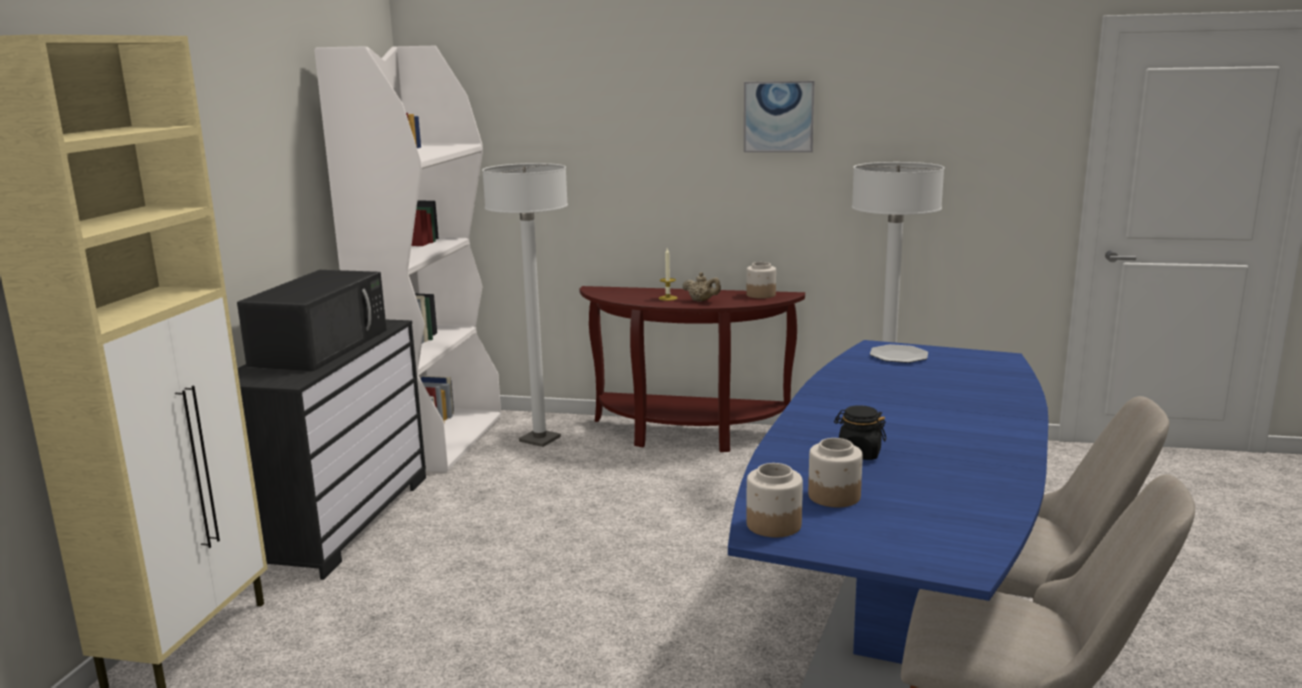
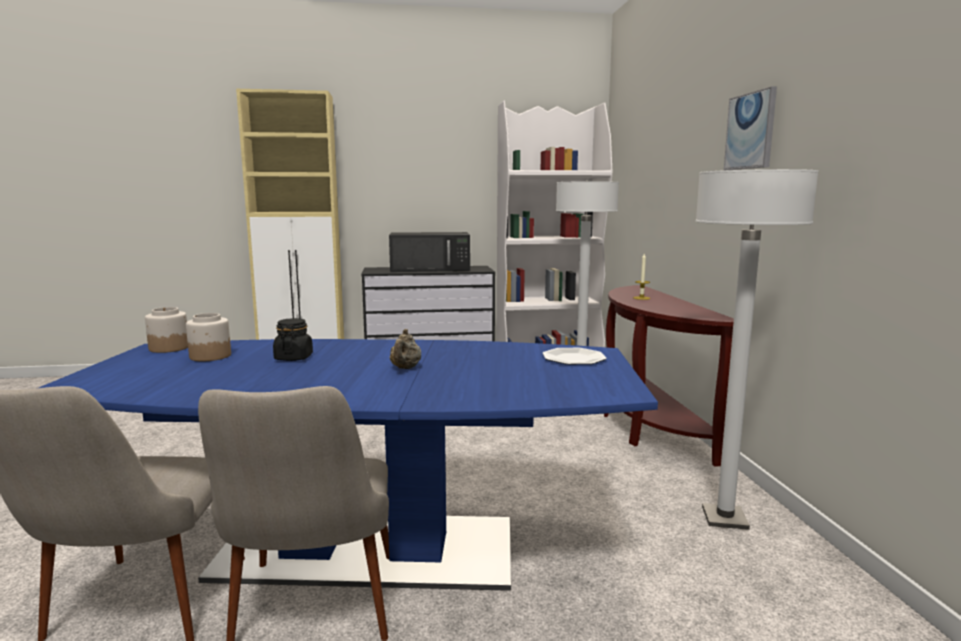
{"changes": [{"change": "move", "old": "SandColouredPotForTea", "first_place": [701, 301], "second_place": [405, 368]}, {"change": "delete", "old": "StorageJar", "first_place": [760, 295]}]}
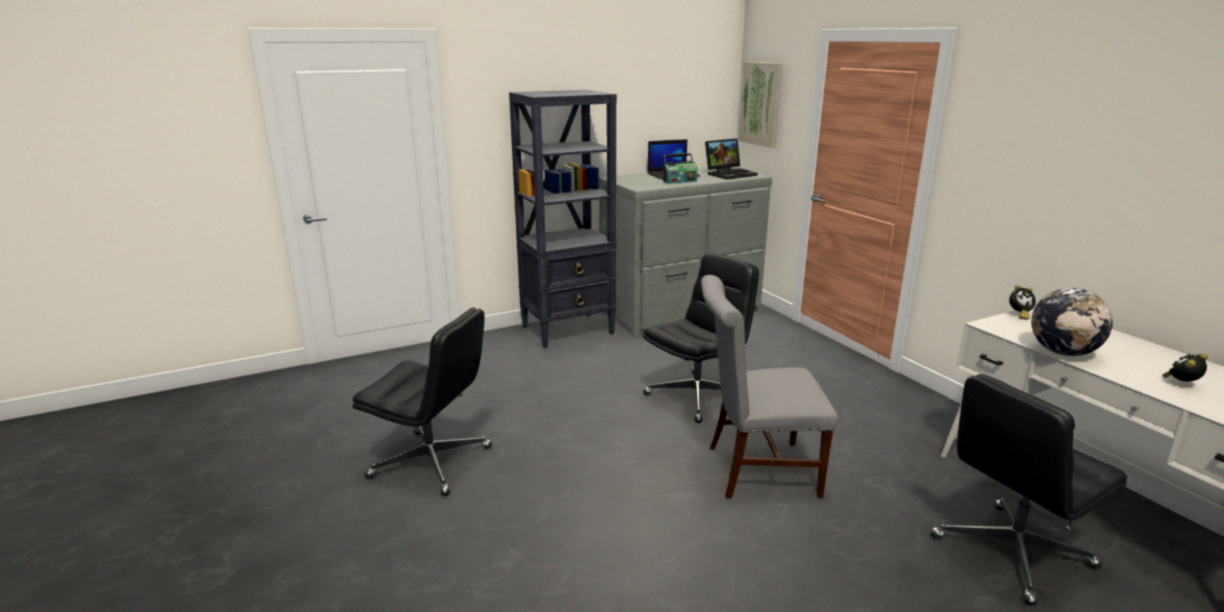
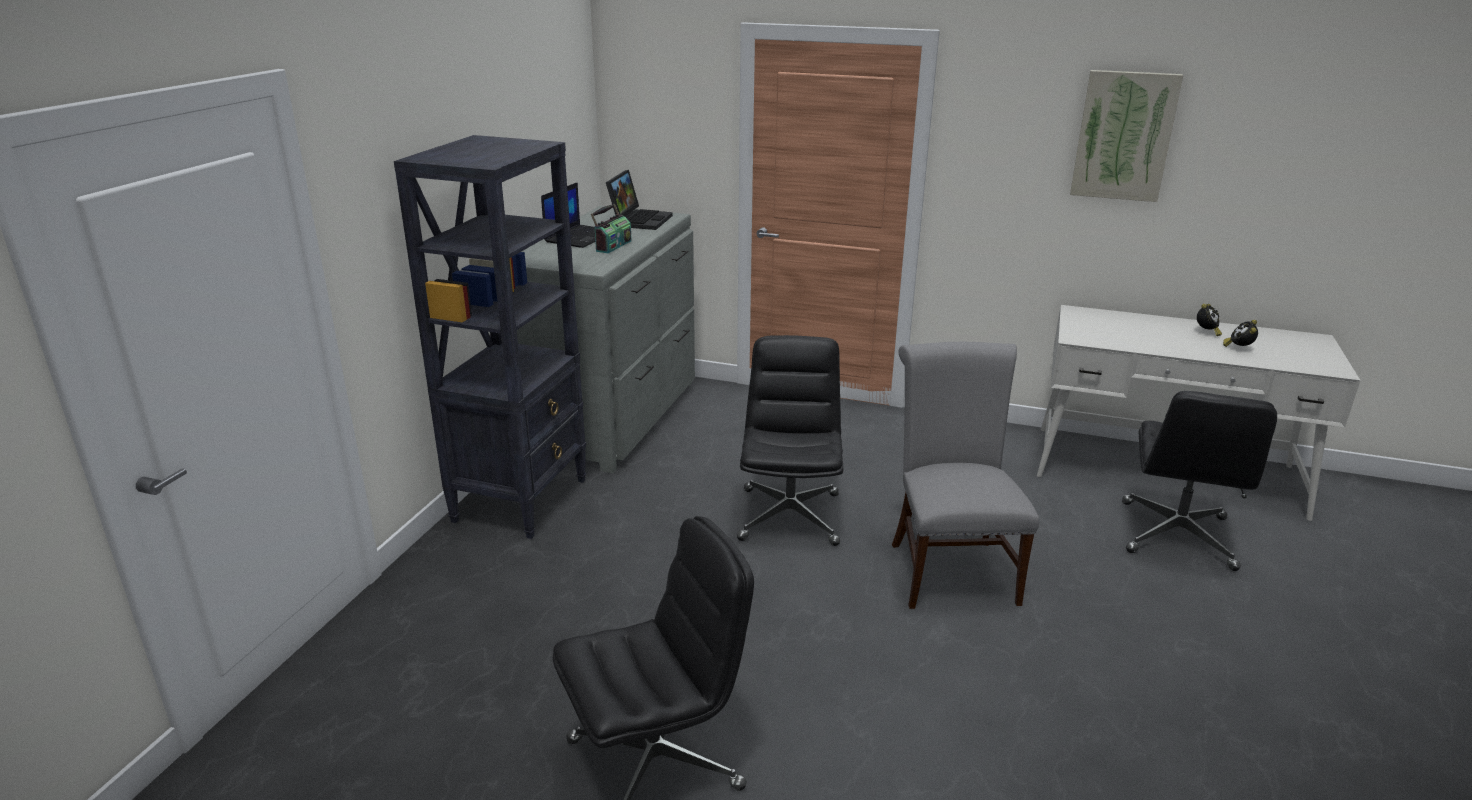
{"changes": [{"change": "rotate", "old": "GrayUprightChair", "first_place": [754, 470], "second_place": [949, 568], "degrees": 135}, {"change": "move", "old": "WallArt", "first_place": [761, 104], "second_place": [1124, 136]}, {"change": "move", "old": "TableClock", "first_place": [1018, 315], "second_place": [1206, 332]}, {"change": "delete", "old": "Globe", "first_place": [1062, 352]}]}
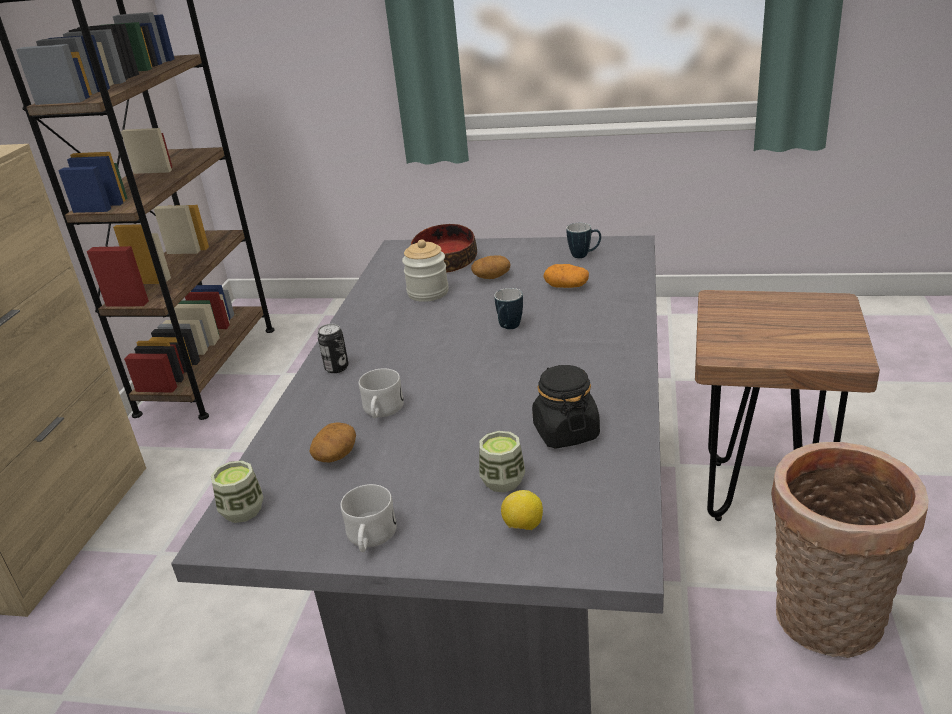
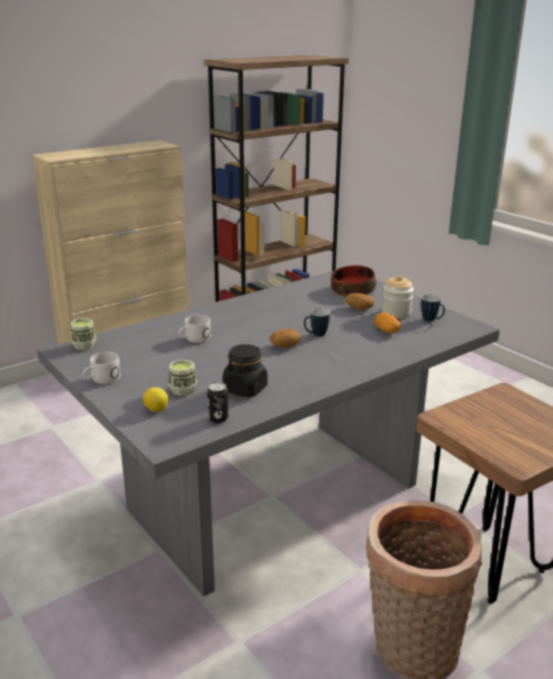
{"changes": [{"change": "move", "old": "Can", "first_place": [336, 368], "second_place": [218, 418]}, {"change": "move", "old": "WholePotato", "first_place": [336, 455], "second_place": [285, 346]}, {"change": "move", "old": "StorageJar", "first_place": [428, 293], "second_place": [396, 313]}]}
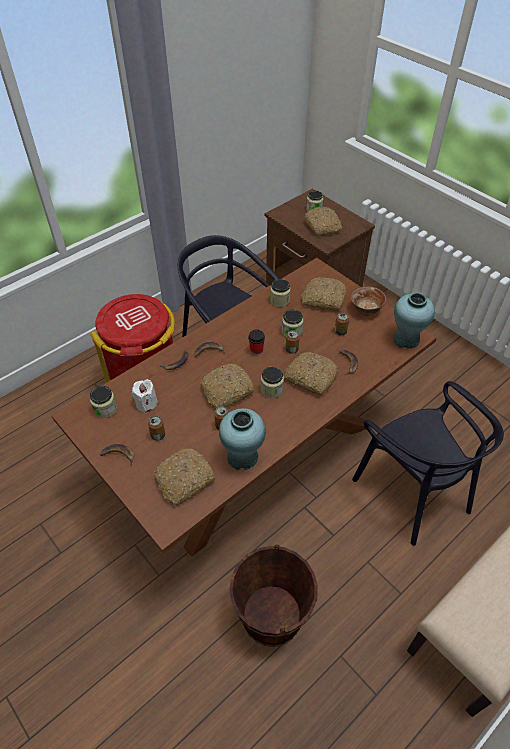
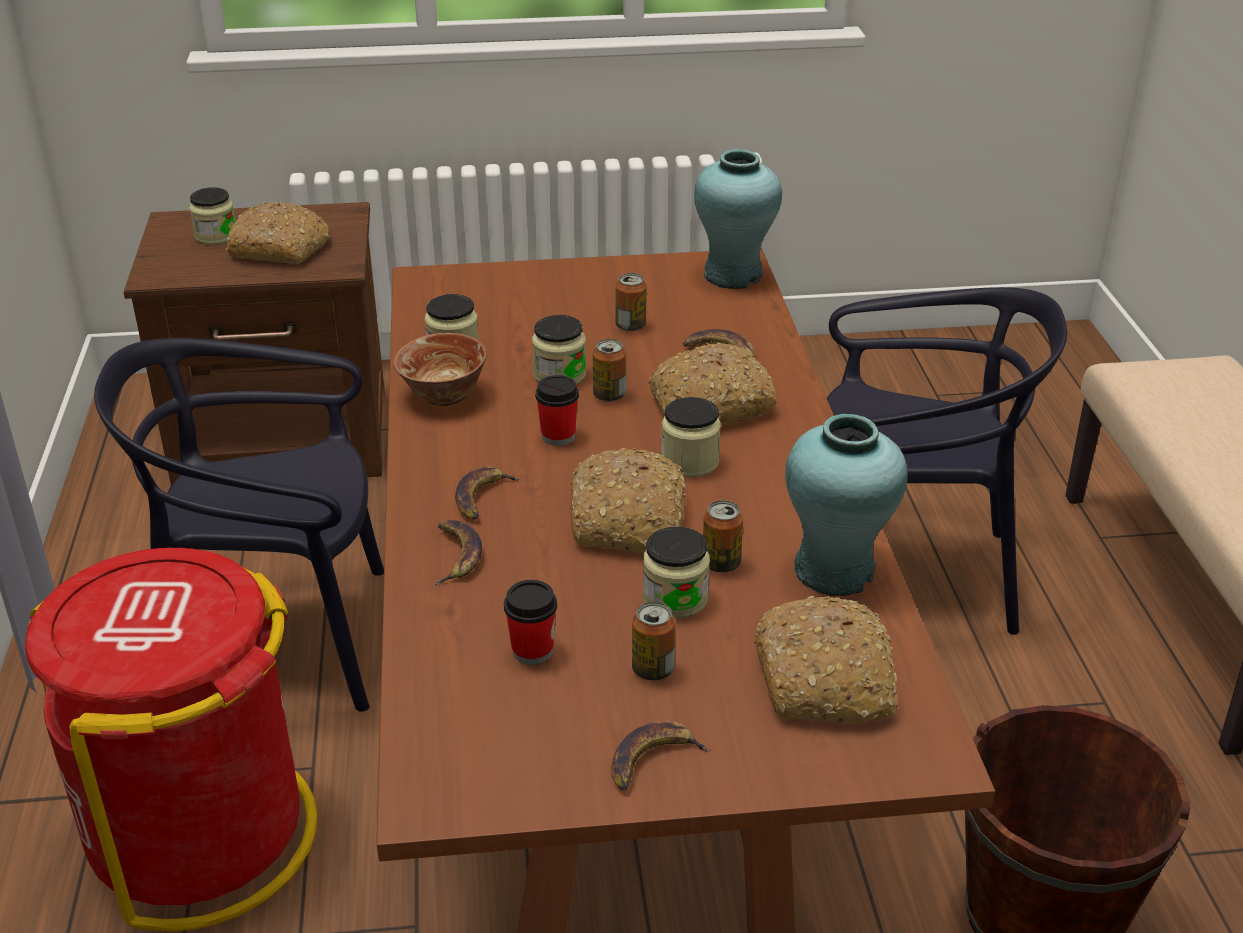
{"changes": [{"change": "move", "old": "ServingBowl", "first_place": [366, 310], "second_place": [444, 396]}, {"change": "replace", "old": "WhitishWaxLight", "new": "SmallCup", "first_place": [146, 403], "second_place": [532, 651]}, {"change": "move", "old": "StorageJar", "first_place": [105, 409], "second_place": [675, 599]}, {"change": "delete", "old": "BakeryBread", "first_place": [323, 299]}]}
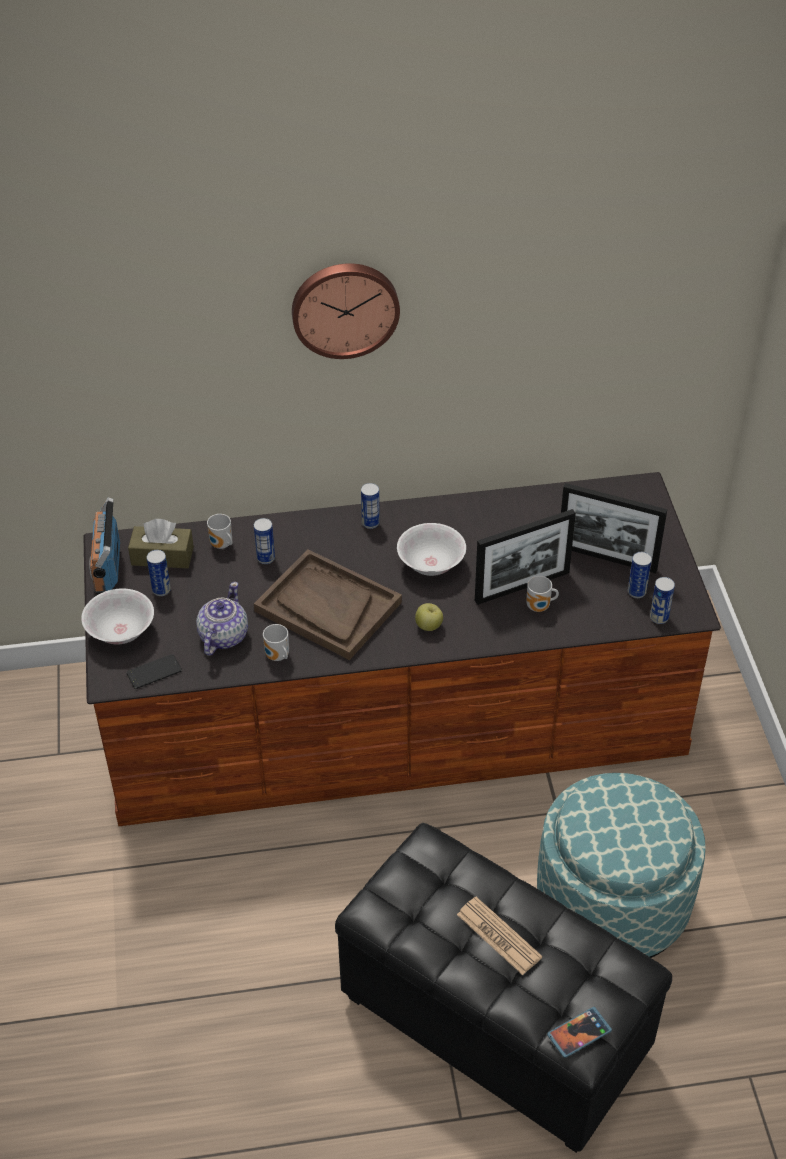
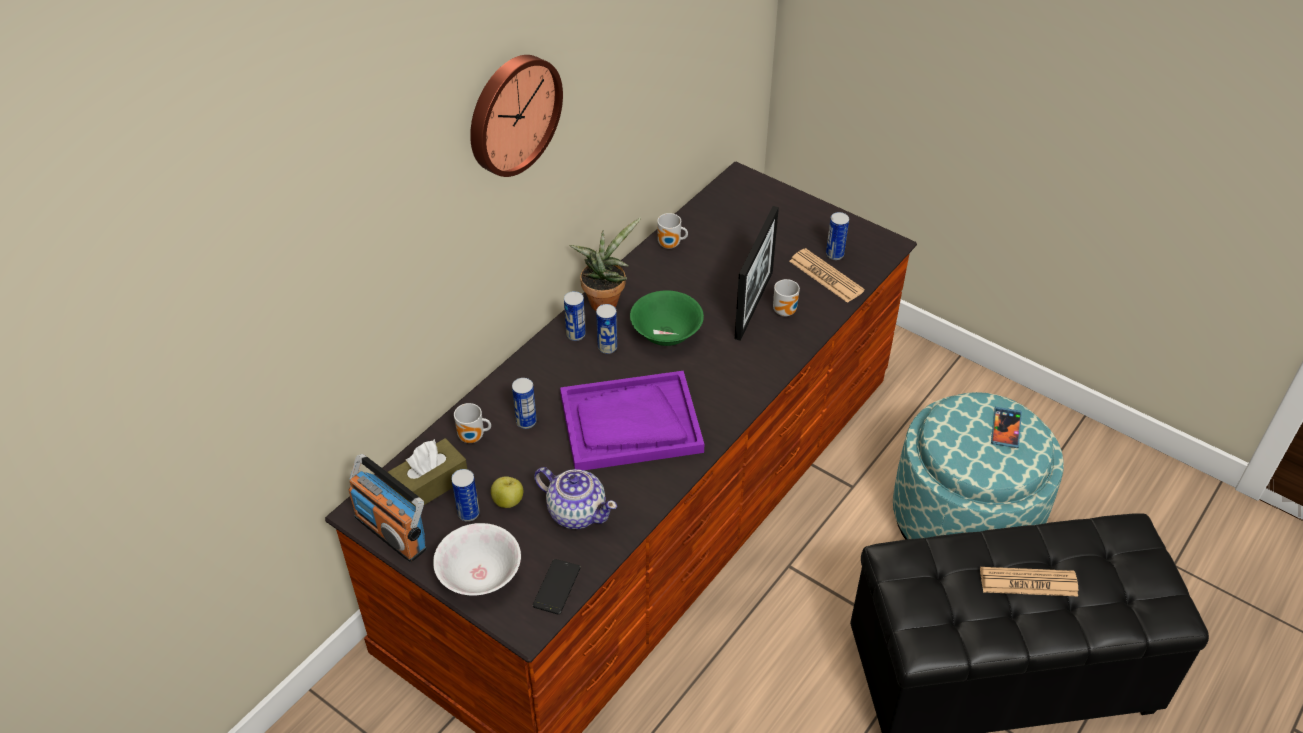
{"changes": [{"change": "move", "old": "WholeApple", "first_place": [428, 626], "second_place": [508, 501]}, {"change": "rotate", "old": "PotForTea", "first_place": [223, 637], "second_place": [576, 512], "degrees": 150}, {"change": "recolor", "old": "BrownishCarryingTray", "new": "PurpleColouredCarryingTray", "first_place": [327, 607], "second_place": [630, 424]}, {"change": "insert", "new": "Houseplant", "second_place": [605, 300]}, {"change": "move", "old": "Can", "first_place": [659, 617], "second_place": [607, 347]}, {"change": "recolor", "old": "WhitishServingBowl", "new": "GreenishServingBowl", "first_place": [431, 564], "second_place": [666, 334]}, {"change": "move", "old": "TeaMug", "first_place": [277, 657], "second_place": [670, 245]}, {"change": "insert", "new": "Newspaper", "second_place": [826, 276]}, {"change": "move", "old": "Handset", "first_place": [579, 1033], "second_place": [1005, 428]}, {"change": "delete", "old": "PictureFrame", "first_place": [607, 558]}]}
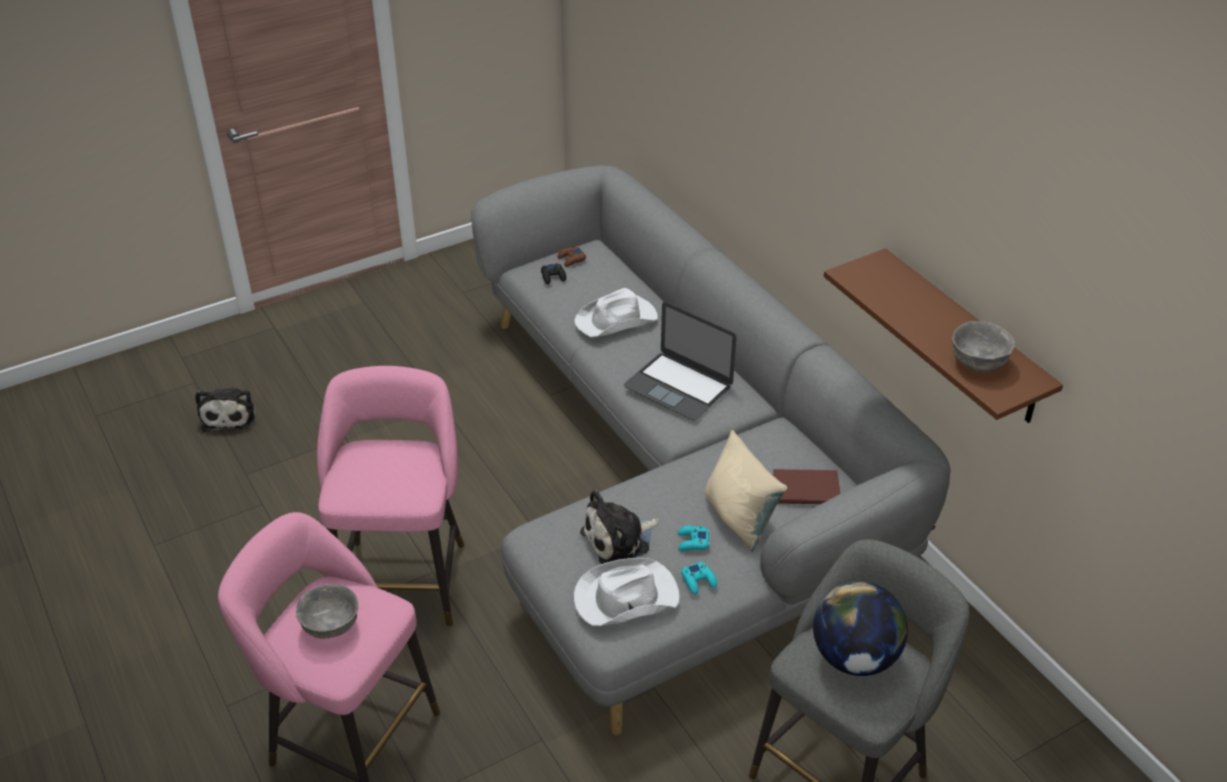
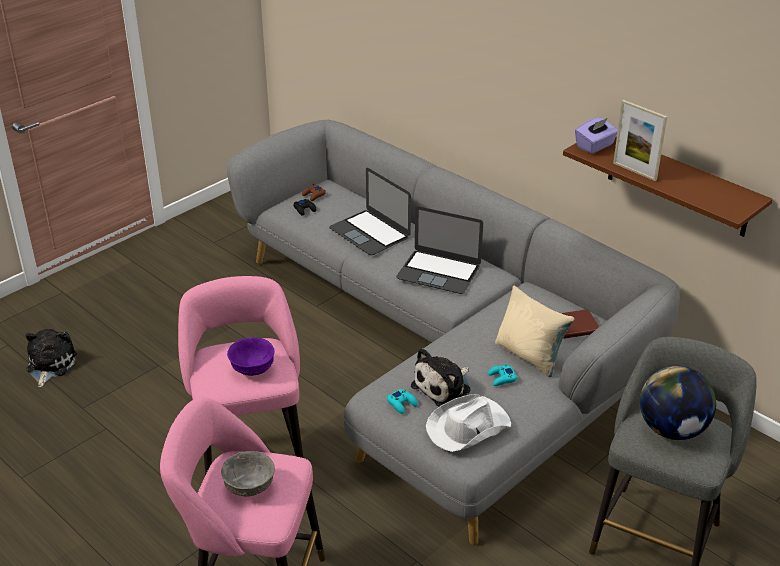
{"changes": [{"change": "rotate", "old": "CuddlyToy", "first_place": [229, 415], "second_place": [50, 365], "degrees": -150}, {"change": "insert", "new": "PurpleColouredServingBowl", "second_place": [252, 368]}, {"change": "replace", "old": "WhitishClothingHat", "new": "PortableComputer", "first_place": [617, 320], "second_place": [369, 232]}, {"change": "move", "old": "BlueGreenJoypad", "first_place": [699, 581], "second_place": [402, 404]}, {"change": "insert", "new": "PurpleColouredTissueBox", "second_place": [595, 146]}, {"change": "insert", "new": "PictureFrame", "second_place": [634, 171]}, {"change": "delete", "old": "GrayServingBowl", "first_place": [979, 362]}]}
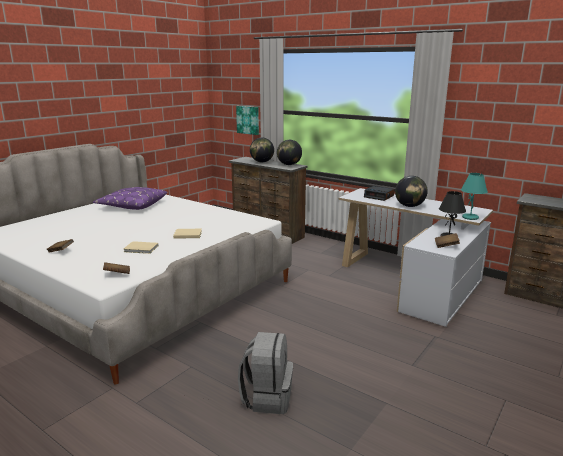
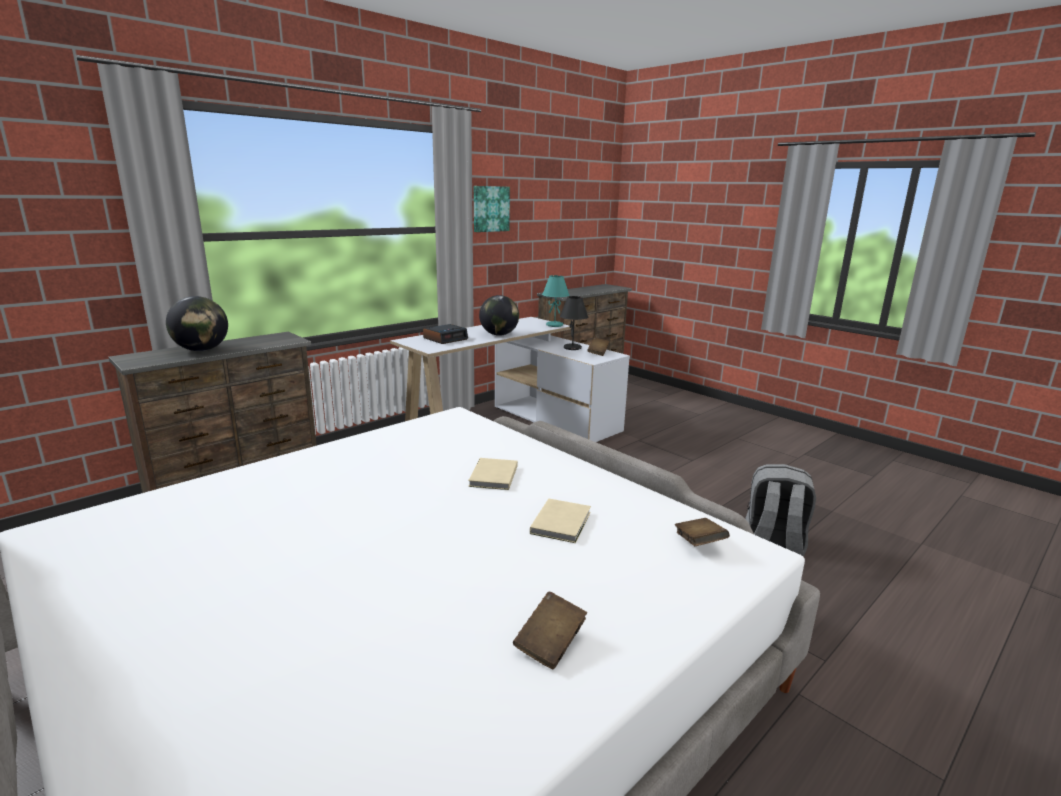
{"changes": [{"change": "move", "old": "WallArt", "first_place": [248, 120], "second_place": [490, 209]}, {"change": "delete", "old": "PurpleColouredThrowPillow", "first_place": [132, 205]}, {"change": "delete", "old": "Globe", "first_place": [289, 164]}]}
